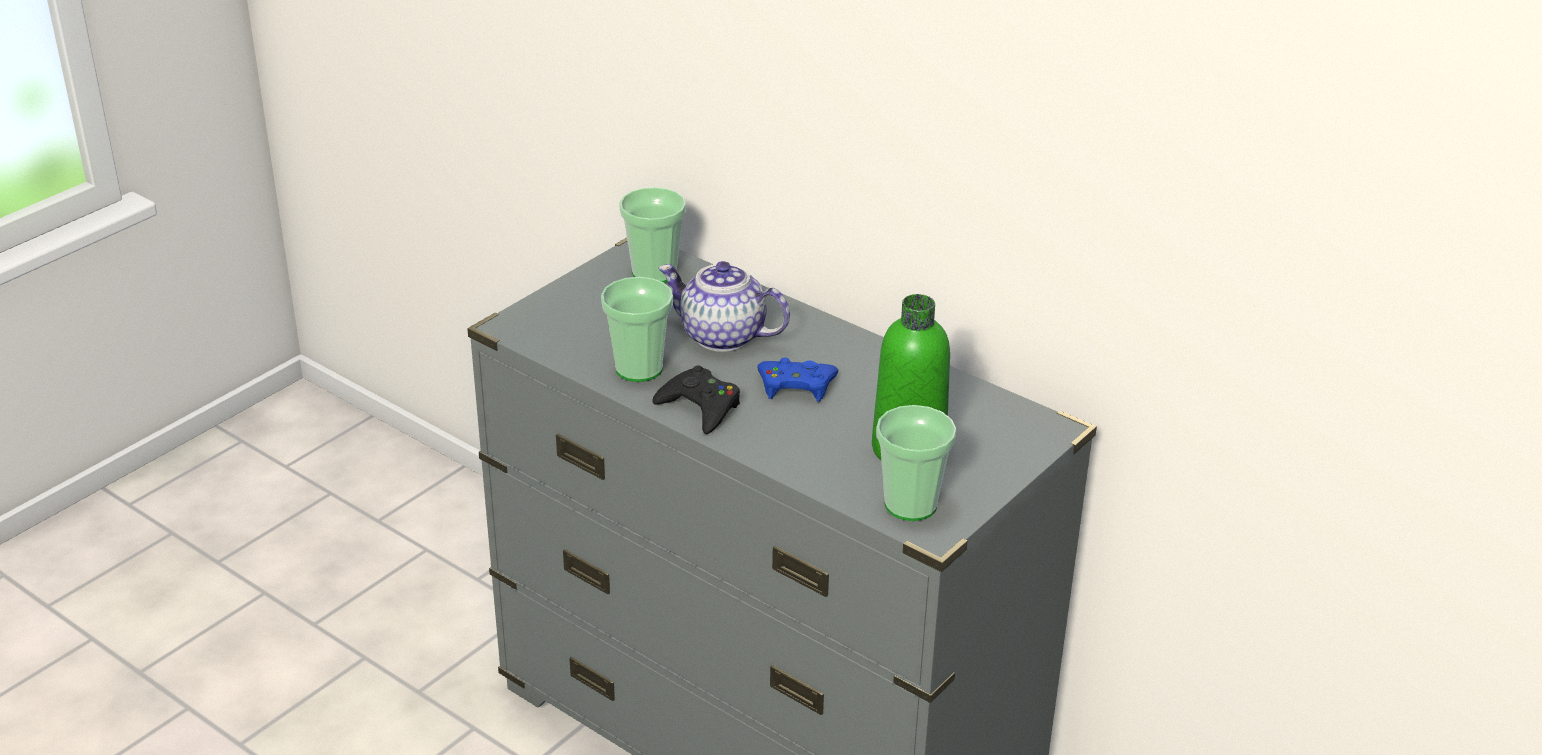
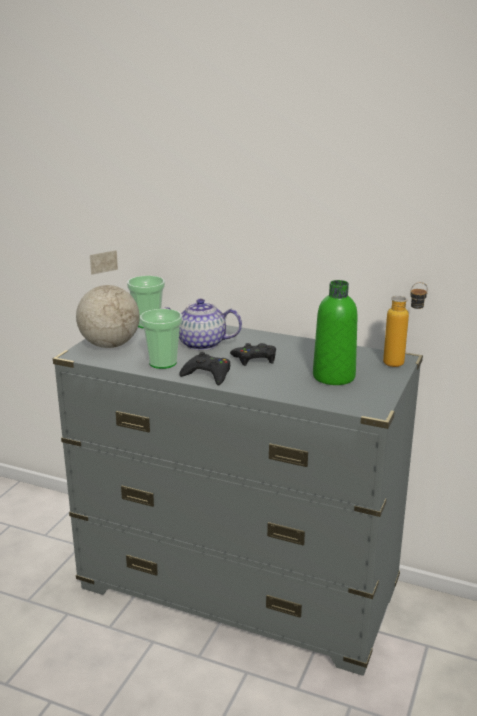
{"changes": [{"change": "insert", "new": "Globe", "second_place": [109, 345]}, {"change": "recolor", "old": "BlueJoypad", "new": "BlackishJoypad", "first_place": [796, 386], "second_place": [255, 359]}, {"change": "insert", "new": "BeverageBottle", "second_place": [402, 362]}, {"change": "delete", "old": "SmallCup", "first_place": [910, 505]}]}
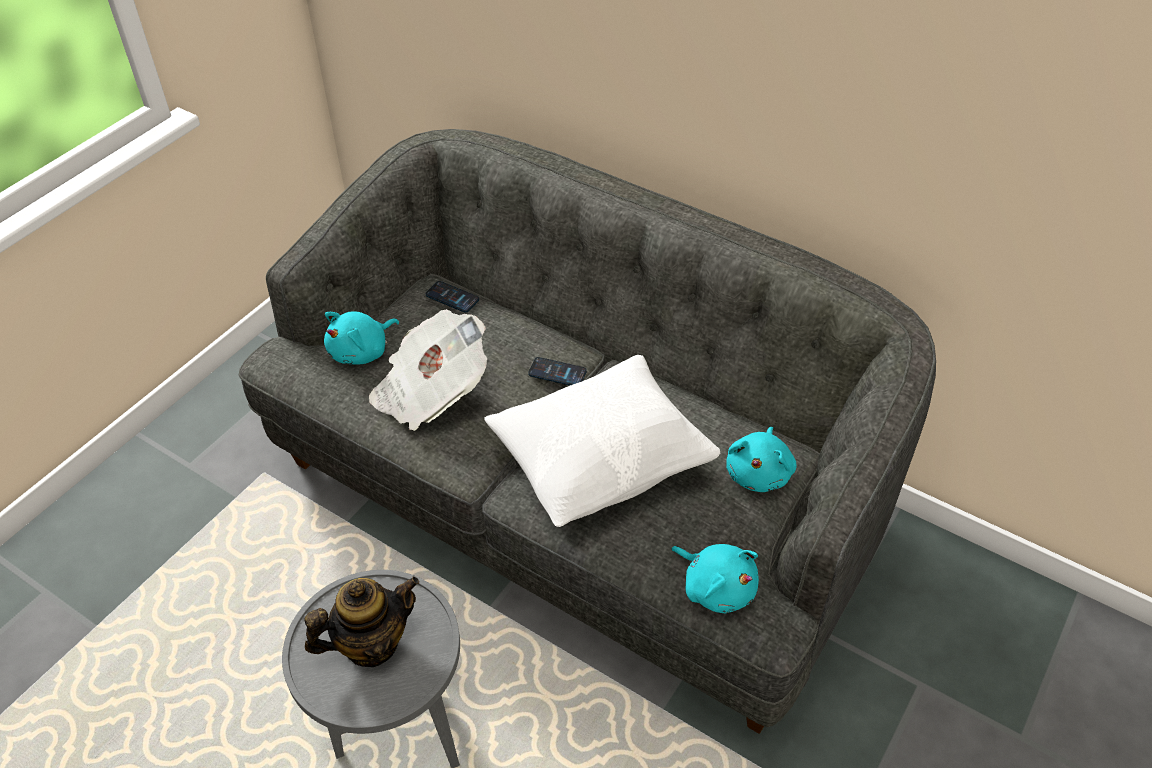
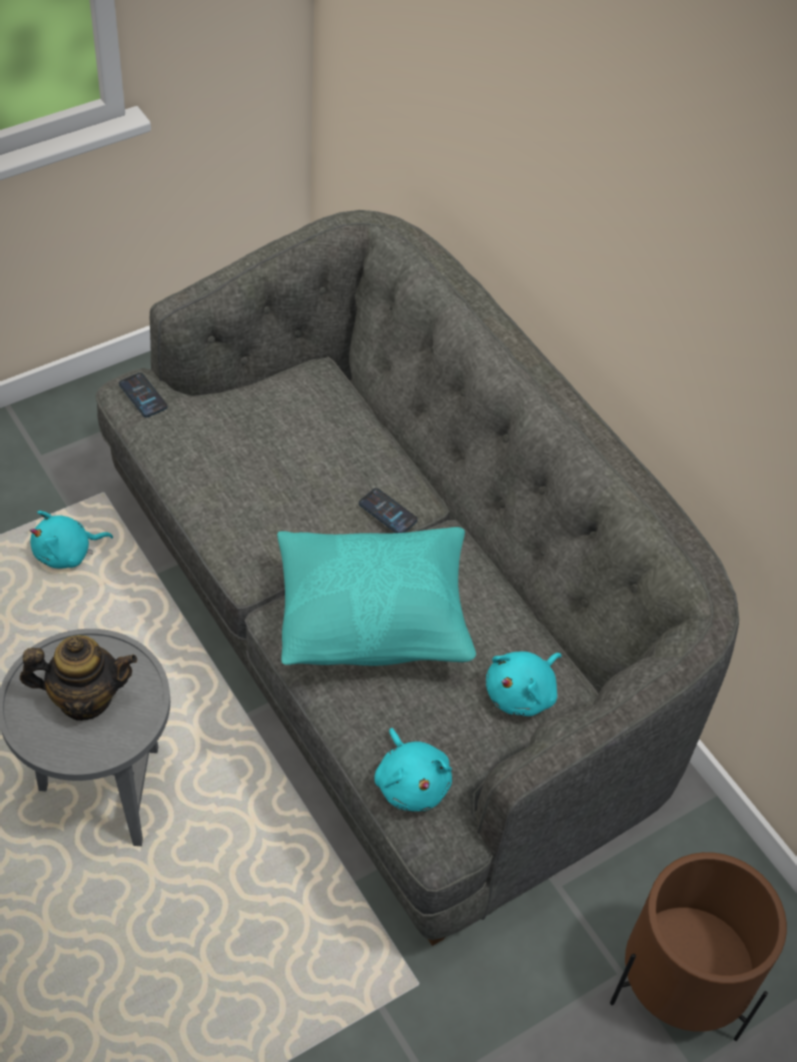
{"changes": [{"change": "move", "old": "BlueGreenCuddlyToy", "first_place": [362, 351], "second_place": [67, 553]}, {"change": "move", "old": "Handset", "first_place": [452, 297], "second_place": [143, 396]}, {"change": "recolor", "old": "WhitishThrowPillow", "new": "BlueGreenThrowPillow", "first_place": [601, 465], "second_place": [373, 622]}, {"change": "insert", "new": "BrownishPlanter", "second_place": [679, 987]}, {"change": "delete", "old": "Newspaper", "first_place": [430, 391]}]}
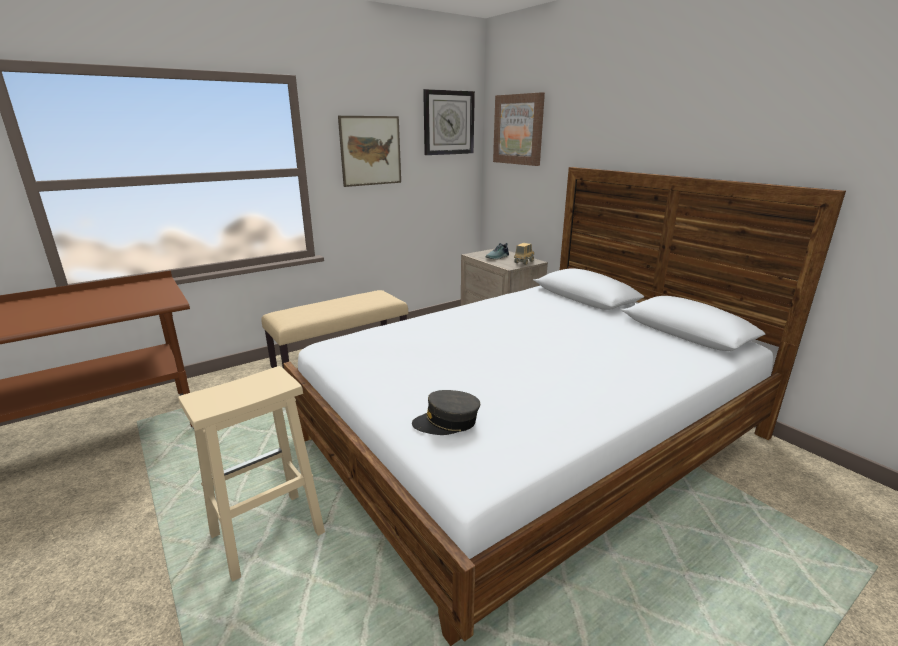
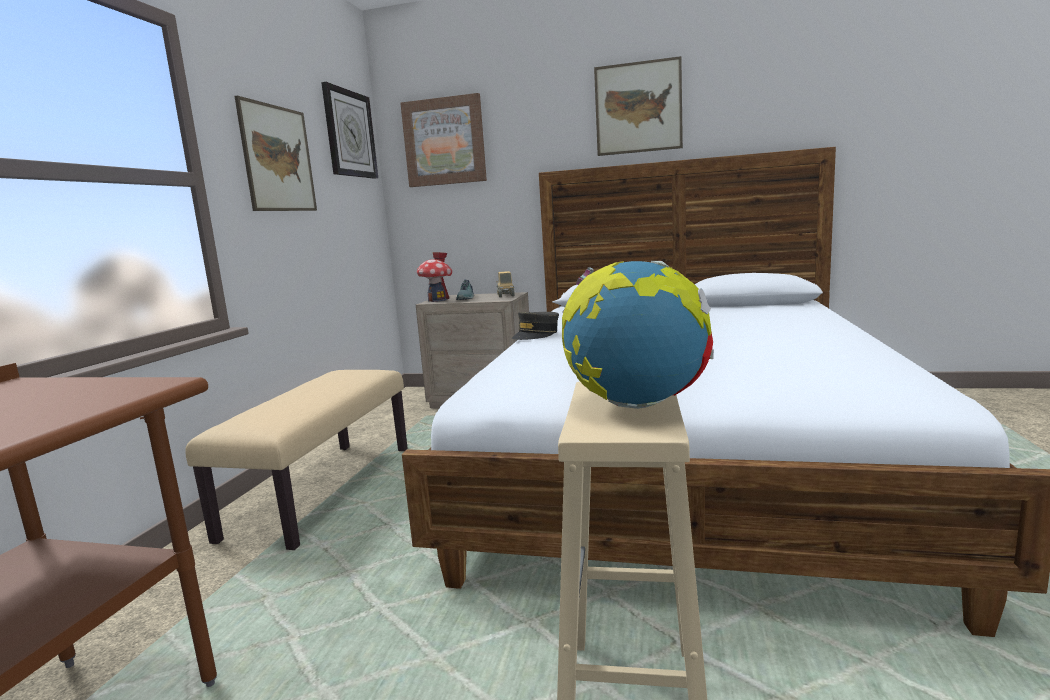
{"changes": [{"change": "insert", "new": "ModelHouse", "second_place": [437, 300]}, {"change": "move", "old": "GrayCap", "first_place": [447, 422], "second_place": [536, 335]}, {"change": "insert", "new": "Globe", "second_place": [637, 404]}, {"change": "insert", "new": "WallArt", "second_place": [638, 108]}]}
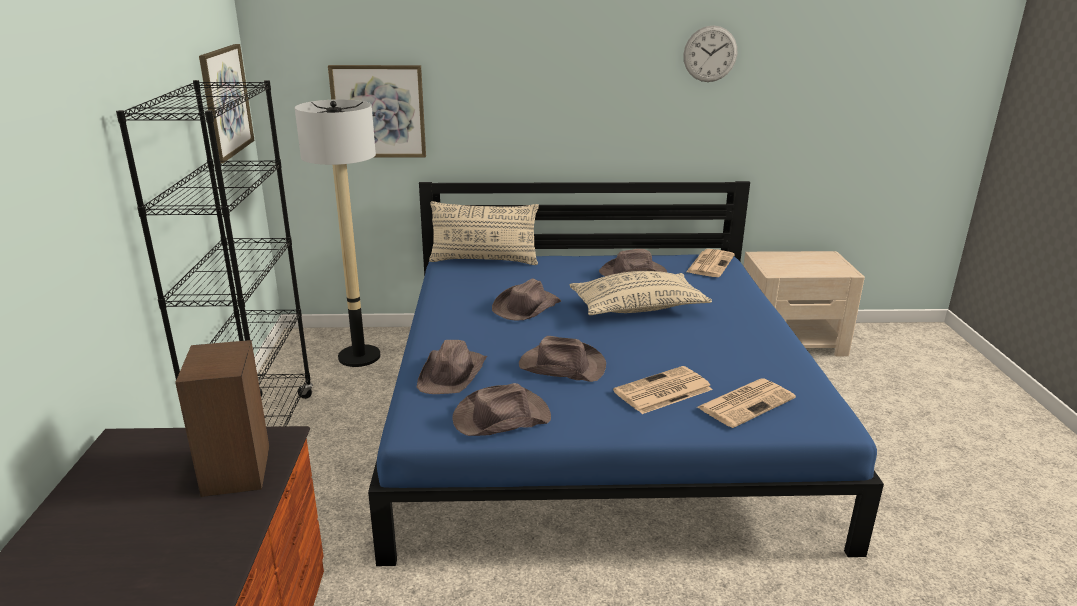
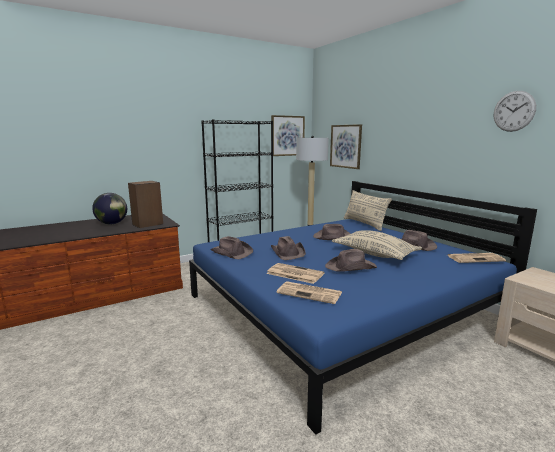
{"changes": [{"change": "insert", "new": "Globe", "second_place": [112, 223]}, {"change": "move", "old": "BrownishClothingHat", "first_place": [453, 374], "second_place": [351, 267]}]}
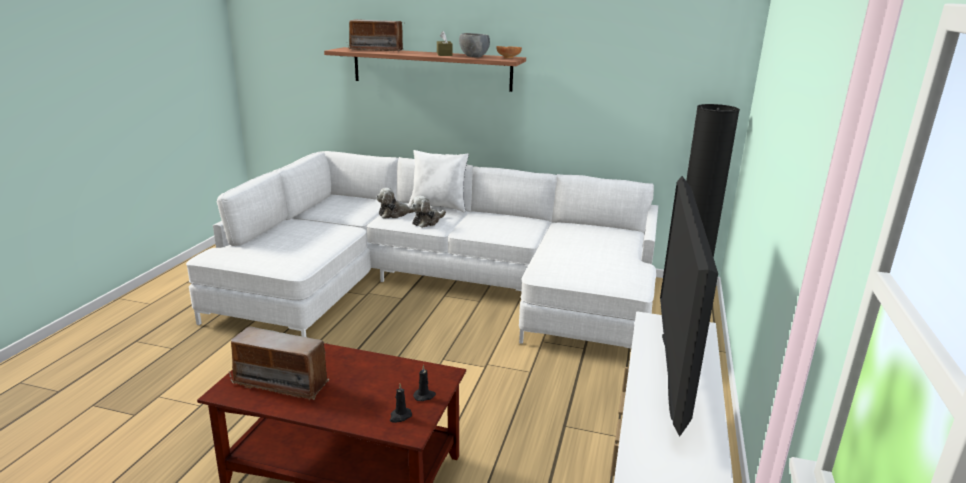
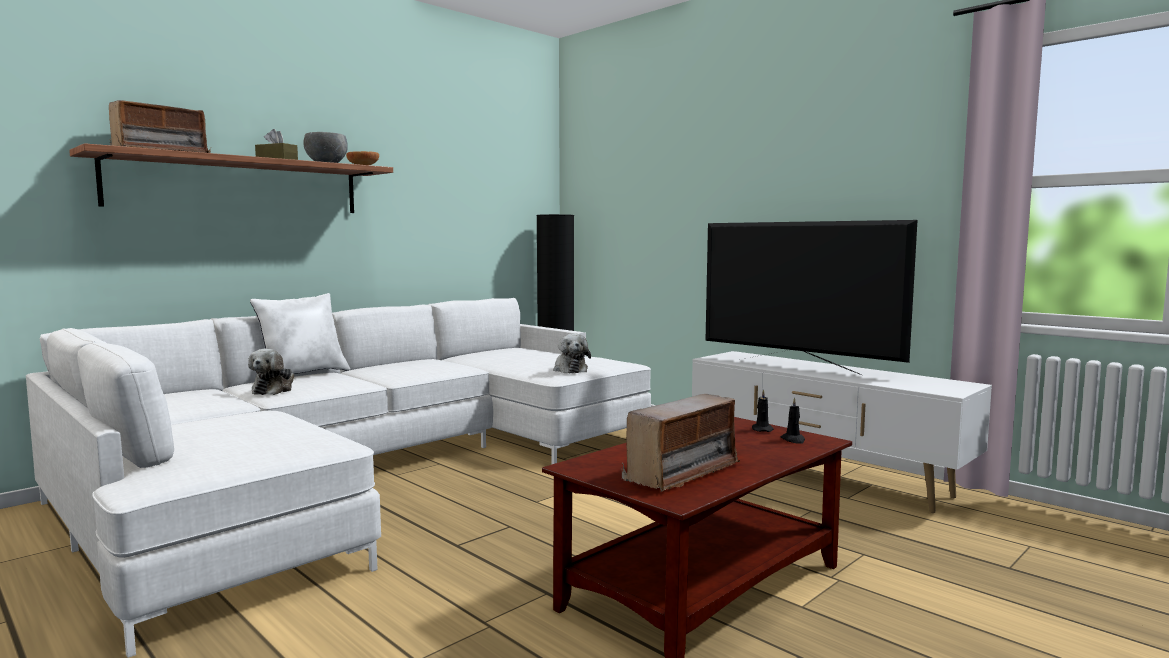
{"changes": [{"change": "move", "old": "CuddlyToy", "first_place": [427, 221], "second_place": [570, 369]}]}
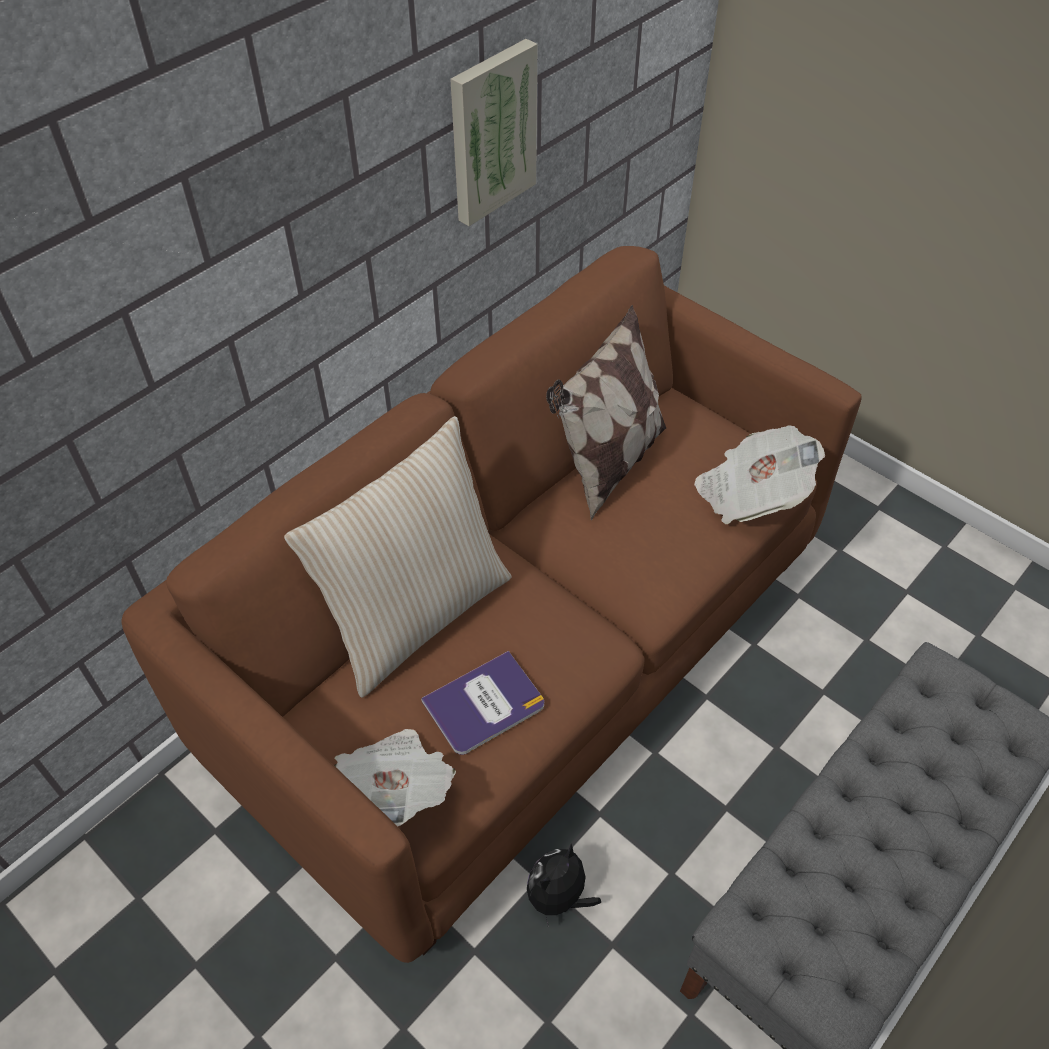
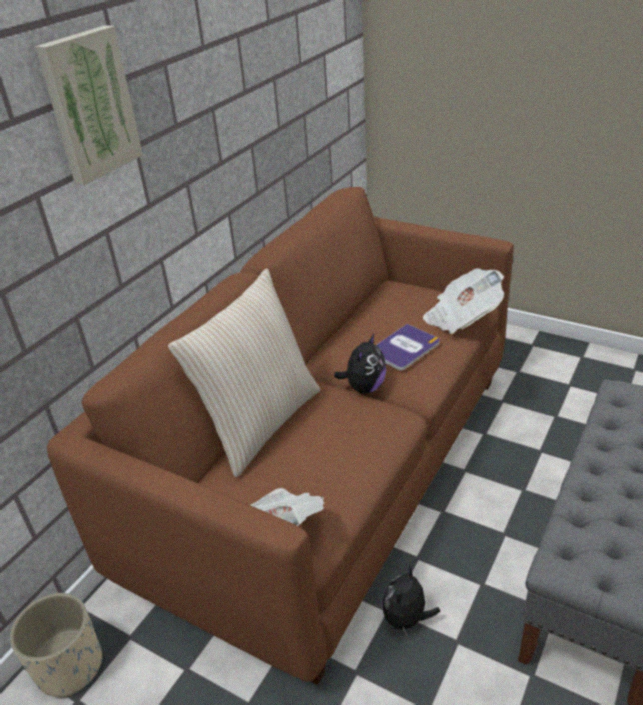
{"changes": [{"change": "insert", "new": "SandColouredPlanter", "second_place": [70, 666]}, {"change": "move", "old": "WallArt", "first_place": [491, 132], "second_place": [89, 105]}, {"change": "insert", "new": "CuddlyToy", "second_place": [364, 387]}, {"change": "move", "old": "BoundBook", "first_place": [484, 704], "second_place": [404, 348]}, {"change": "delete", "old": "ThrowPillow", "first_place": [607, 464]}]}
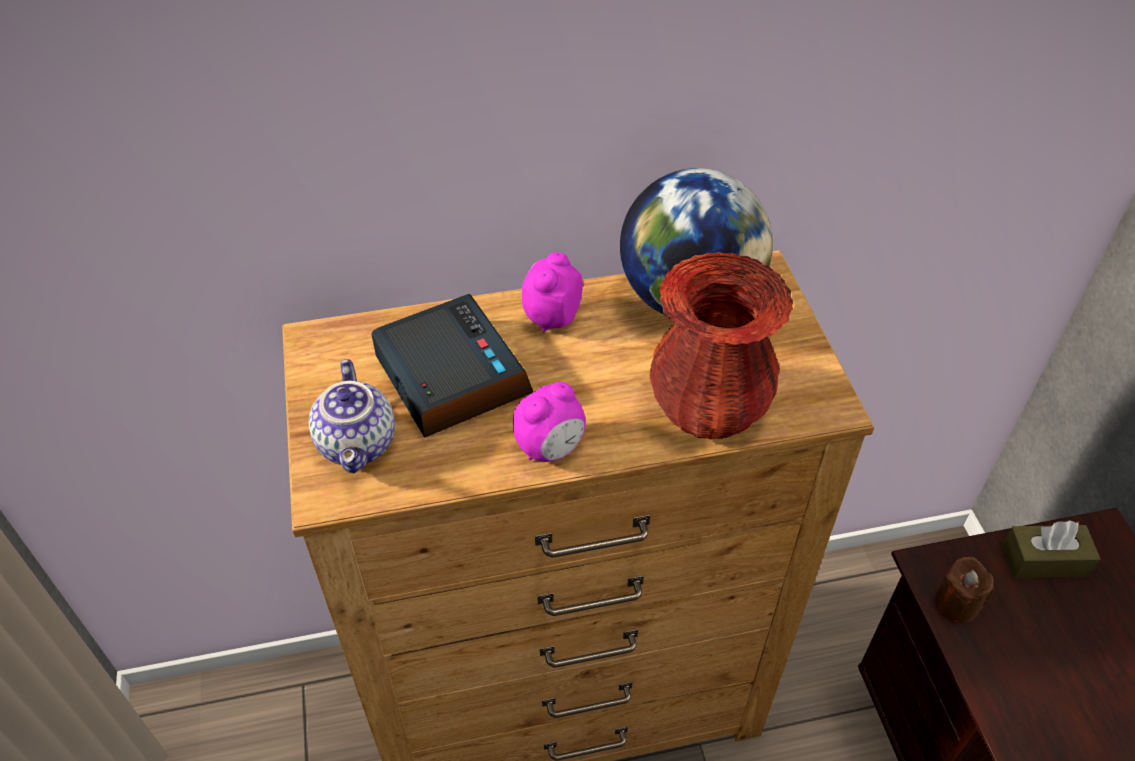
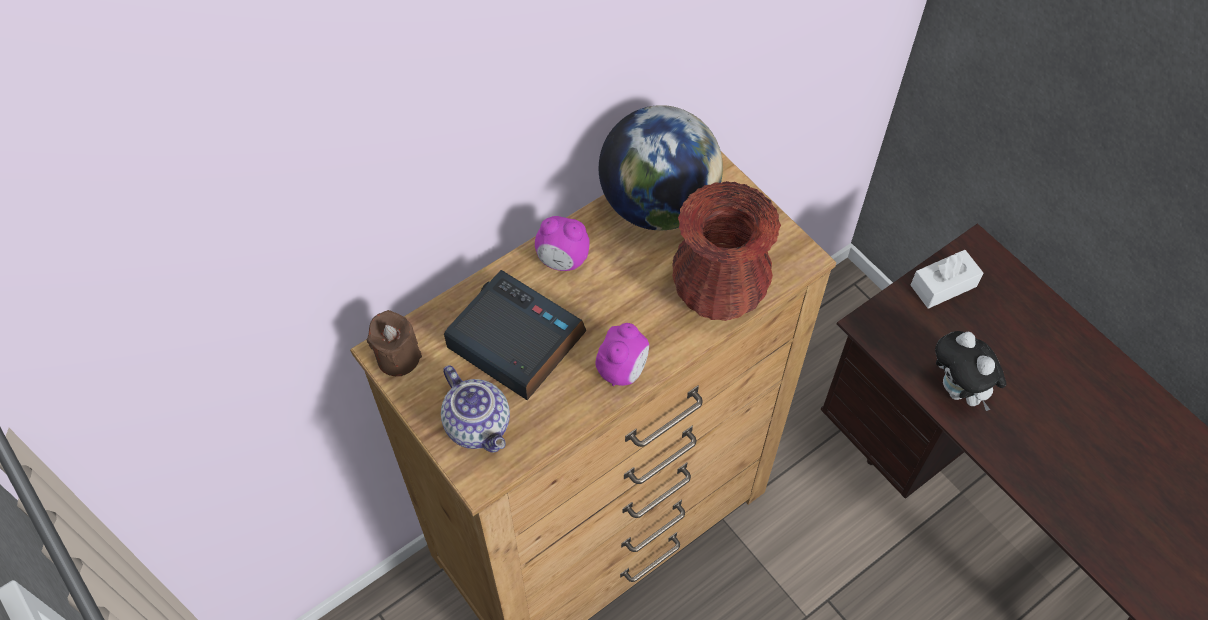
{"changes": [{"change": "move", "old": "BrownishWaxLight", "first_place": [956, 604], "second_place": [398, 357]}, {"change": "rotate", "old": "TableClock", "first_place": [551, 317], "second_place": [562, 260], "degrees": -75}, {"change": "recolor", "old": "BrownishTissueBox", "new": "WhitishTissueBox", "first_place": [1044, 560], "second_place": [943, 286]}, {"change": "insert", "new": "CuddlyToy", "second_place": [958, 391]}]}
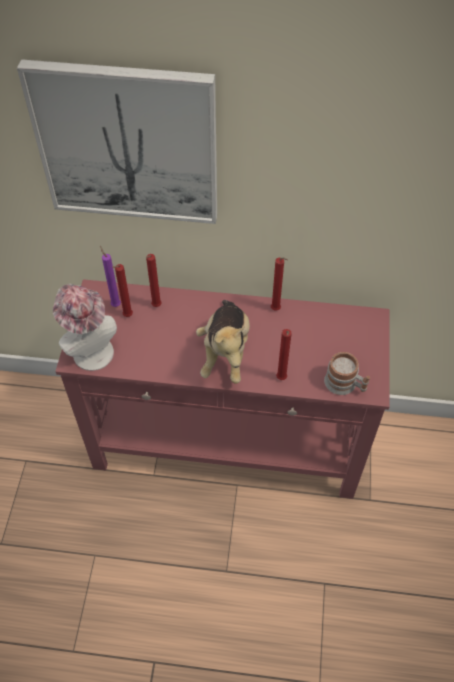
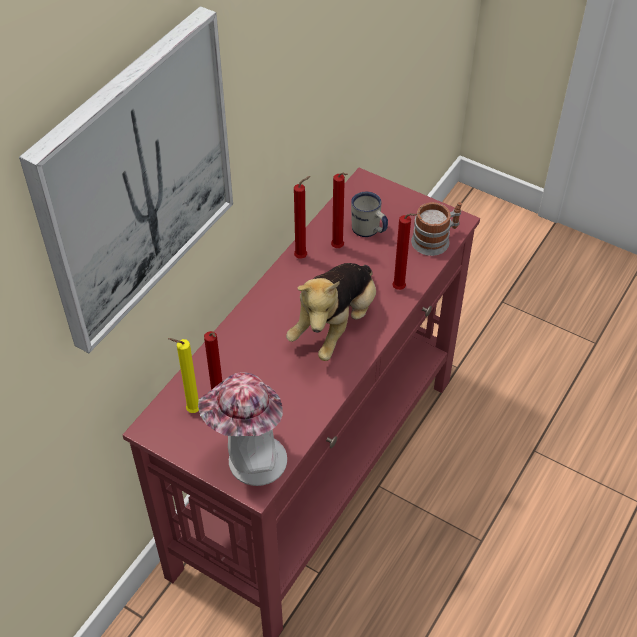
{"changes": [{"change": "recolor", "old": "PurpleColouredWaxLight", "new": "YellowColouredWaxLight", "first_place": [115, 304], "second_place": [191, 410]}, {"change": "rotate", "old": "CuddlyToy", "first_place": [225, 352], "second_place": [335, 325], "degrees": 90}, {"change": "move", "old": "ReddishWaxLight", "first_place": [156, 306], "second_place": [339, 248]}, {"change": "insert", "new": "WhitishTeaMug", "second_place": [369, 231]}]}
